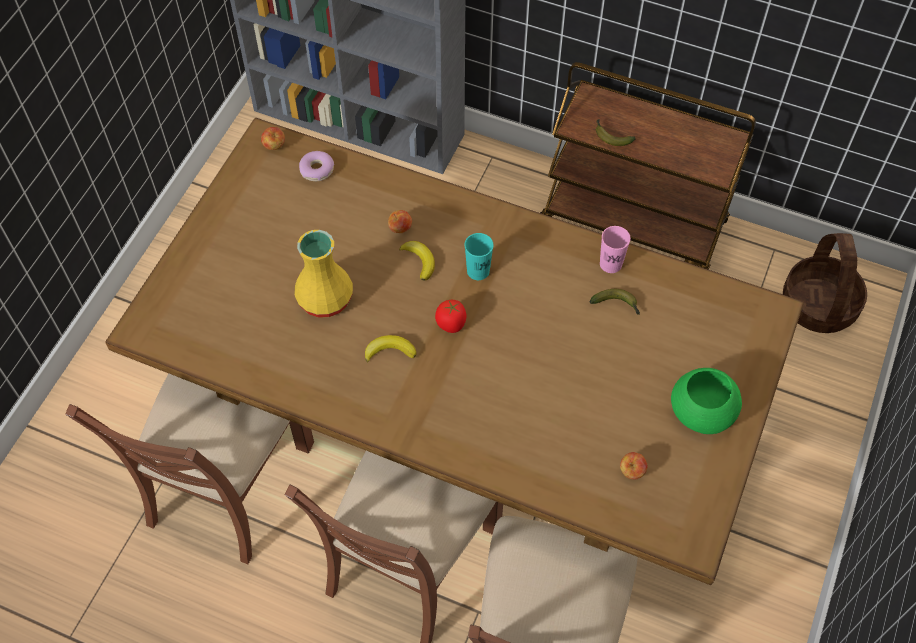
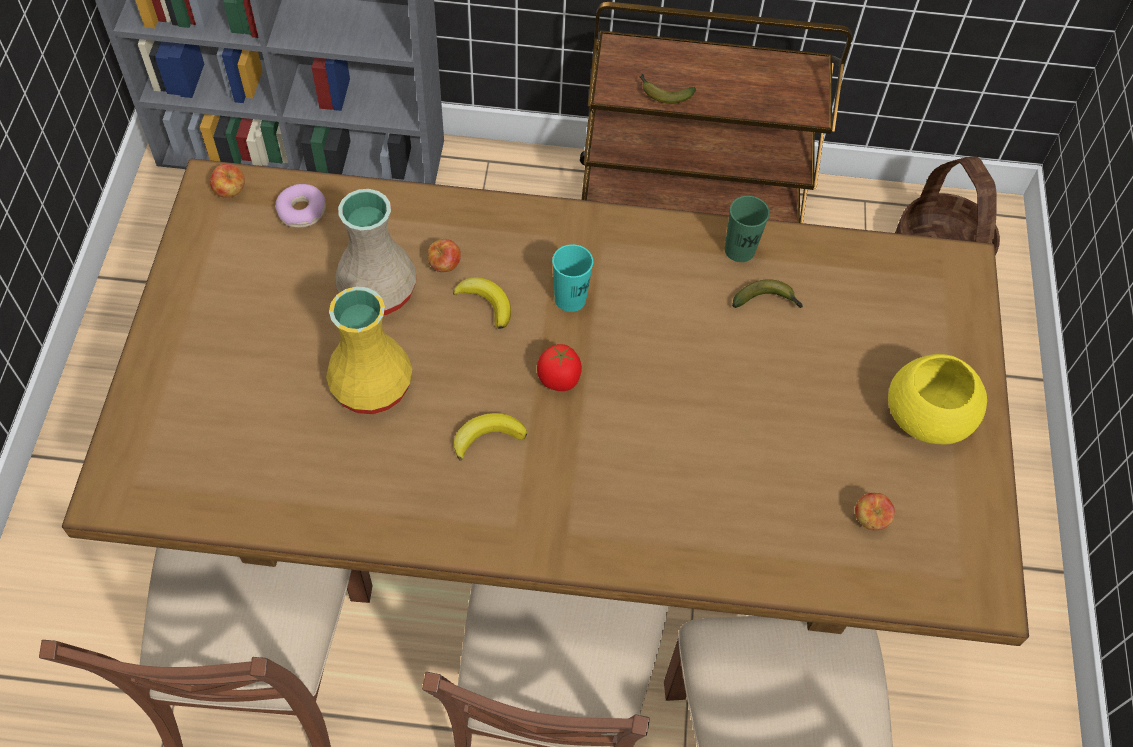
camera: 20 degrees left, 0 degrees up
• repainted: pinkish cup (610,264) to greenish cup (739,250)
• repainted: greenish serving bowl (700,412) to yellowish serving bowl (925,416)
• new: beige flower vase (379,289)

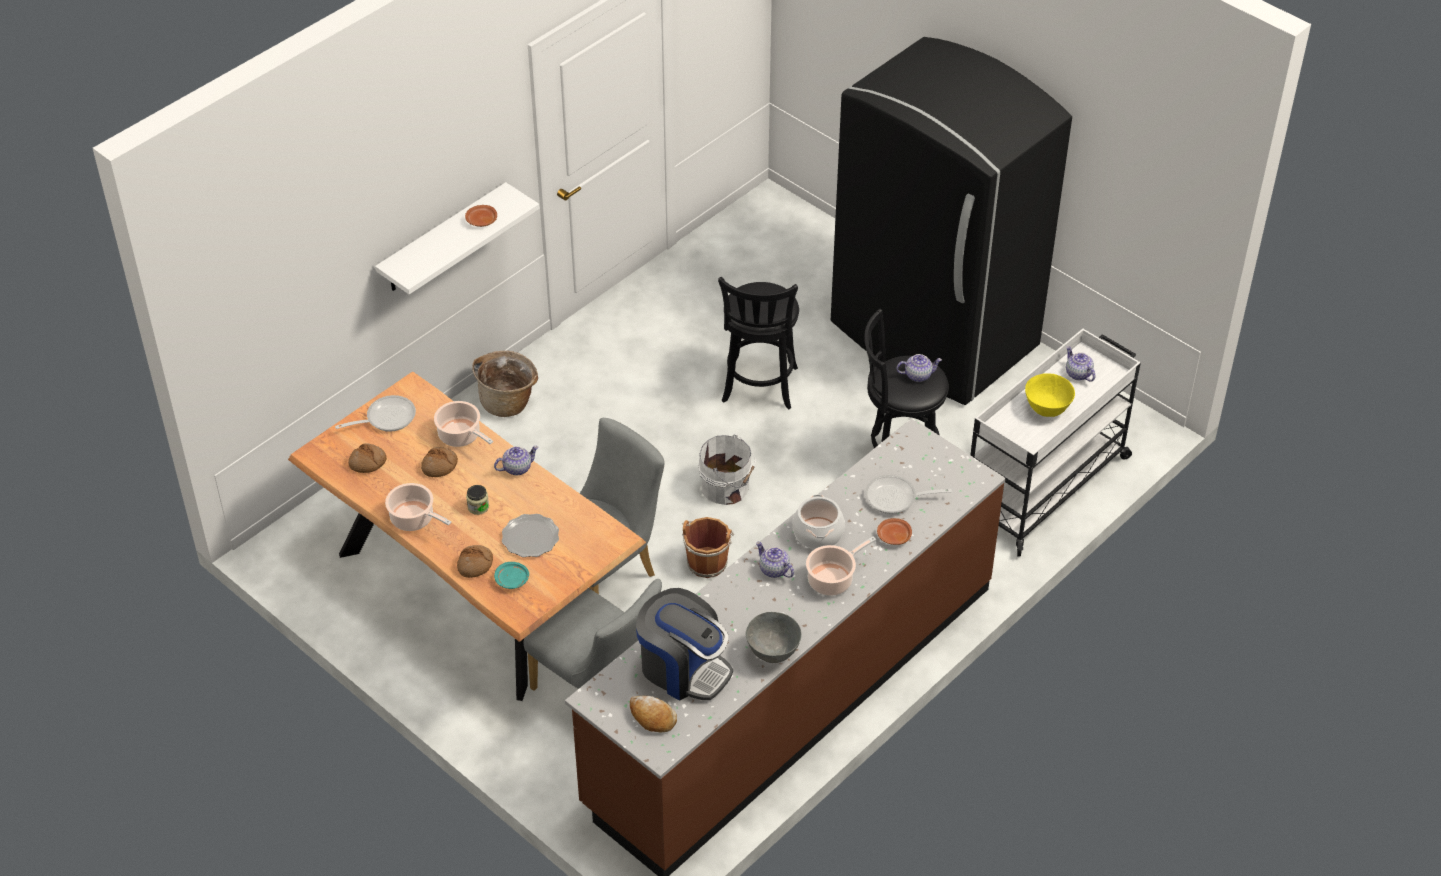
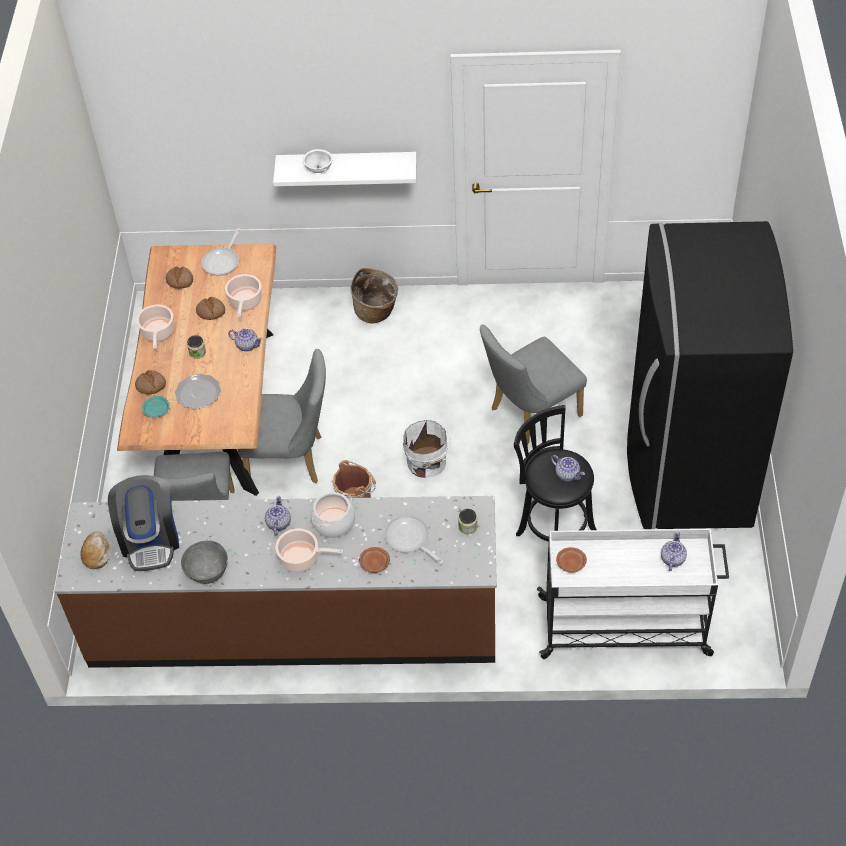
camera: 50 degrees right, 5 degrees up
• shifted: brown-coloured plate (481,220) to (570,563)
• swapped: black-coloured sitting stool (759,388) to gray plain chair (530,414)
• gone: yellowish serving bowl (1047,409)
• rotated: frying pan (386,418) = (223,261) 90 degrees clockwise
• new: white-coloured serving bowl (319,169)
• new: preserve jar (467,527)

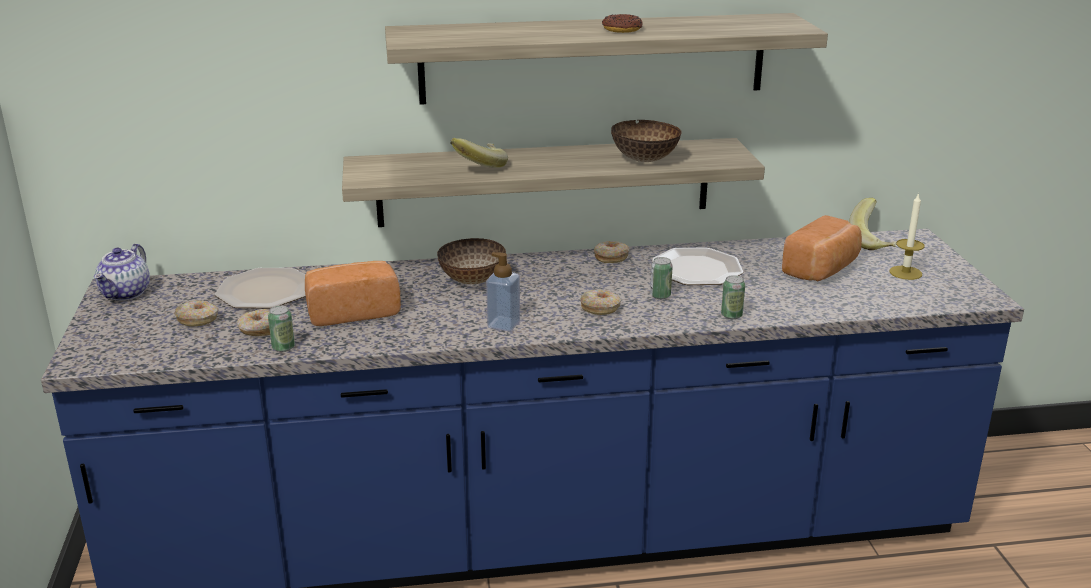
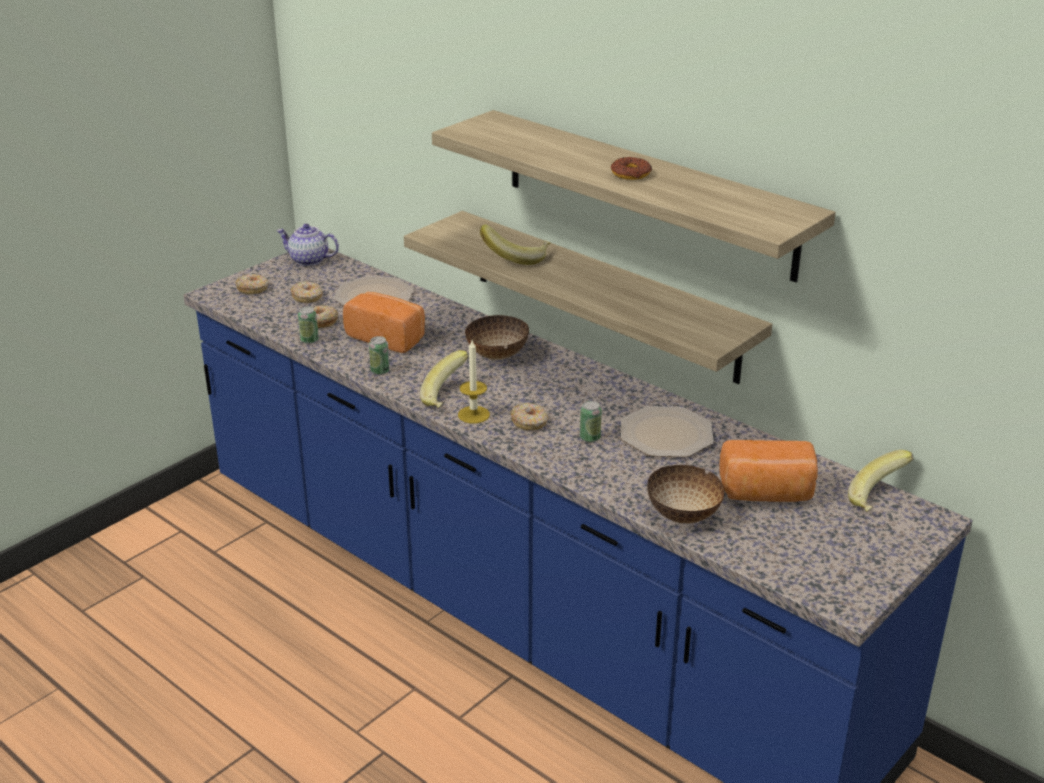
camera: 50 degrees right, 5 degrees up
• shifted: serving bowl (645,160) to (683,516)
• shifted: candle (905,273) to (473,414)
• shifted: doughnut (611,257) to (253,289)
• rotated: pot for tea (126,293) = (308,260) 45 degrees clockwise
• swapped: liquid soap bottle (503,324) to whole banana (447,397)
• shifted: sealed can (731,315) to (380,371)

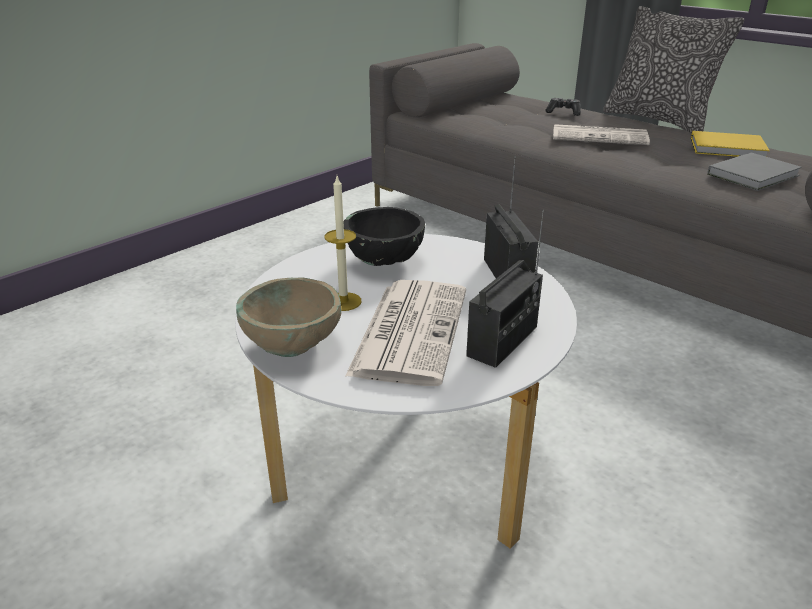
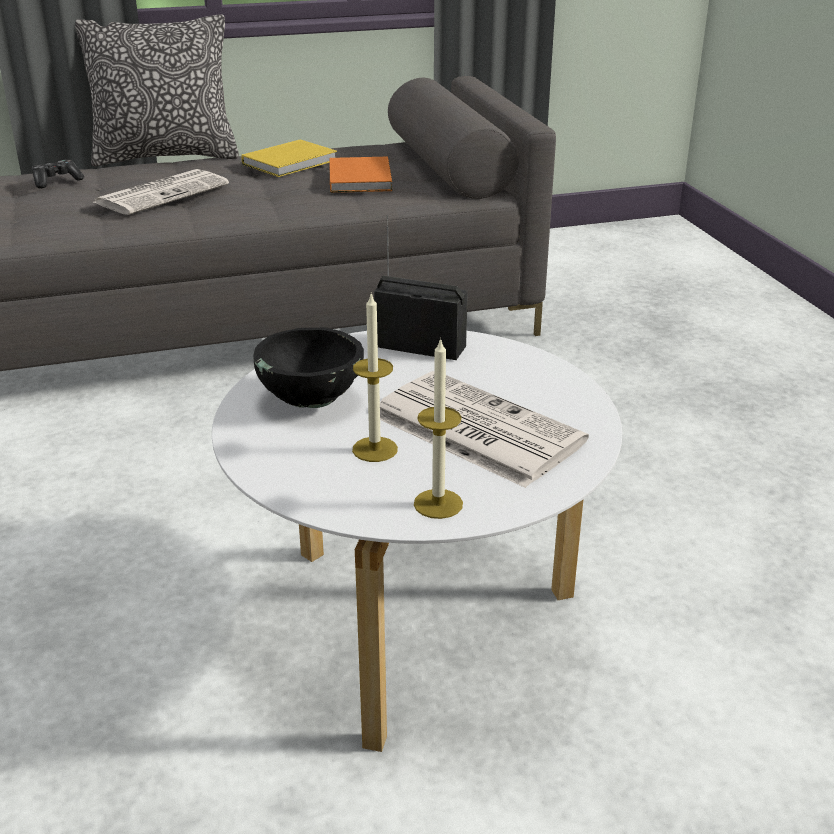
camera: 60 degrees left, 0 degrees up
• repainted: gray book (755,175) to orange-coloured book (361,178)
• gone: radio (503,341)
• swapped: beige serving bowl (293,345) to candle (438,504)

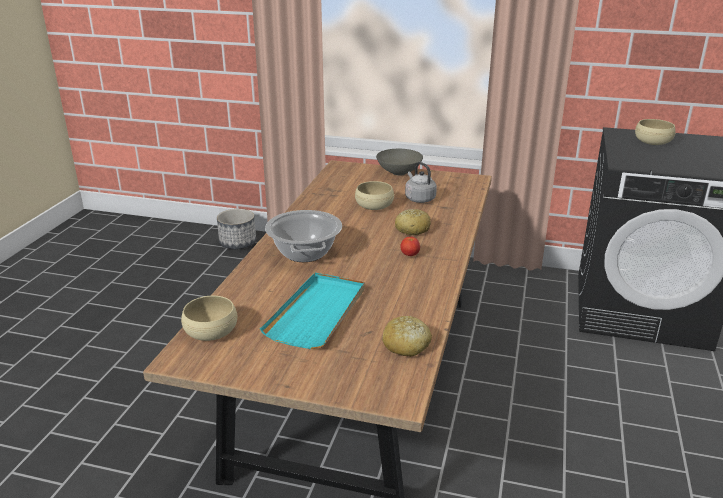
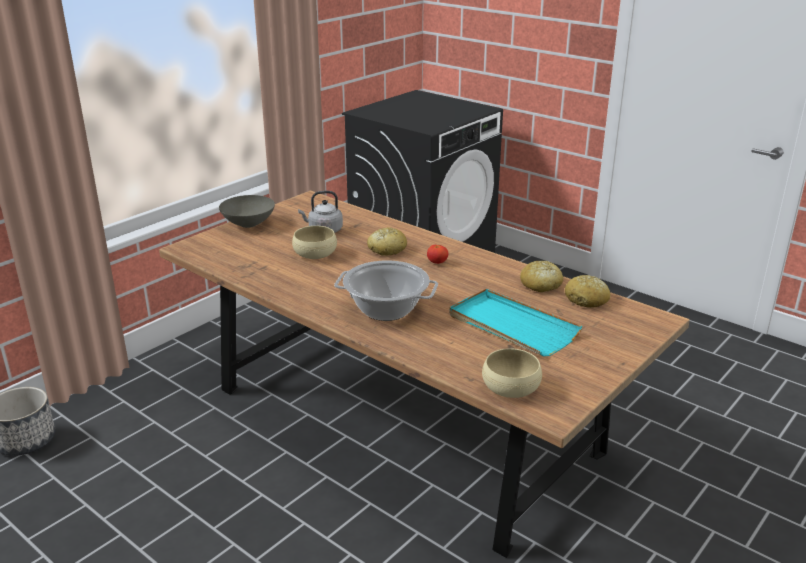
camera: 65 degrees left, 0 degrees up
• gone: beige serving bowl (653,142)
• new: bakery bread (540,285)

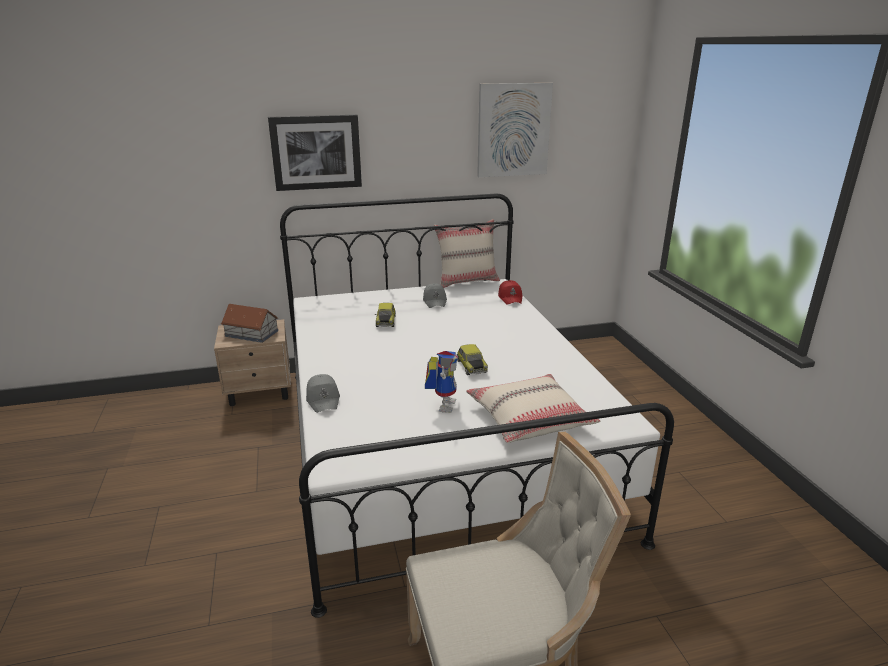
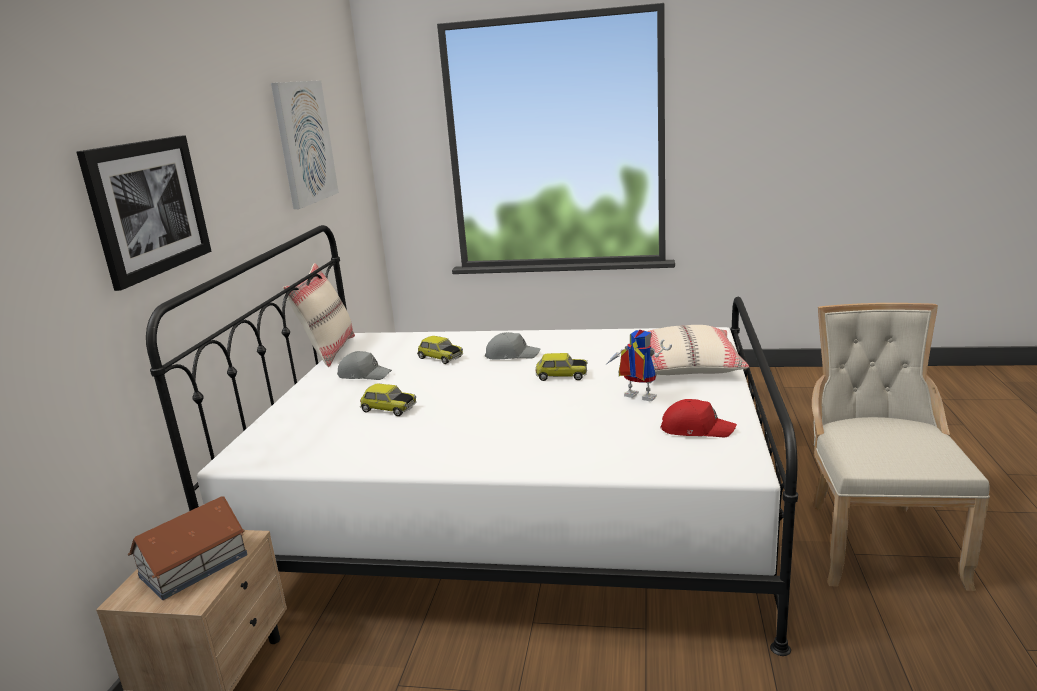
camera: 65 degrees left, 5 degrees down
• shifted: red peaked cap (510,298) to (696,429)
• shifted: gray peaked cap (323,399) to (511,355)
• new: model car (439,358)

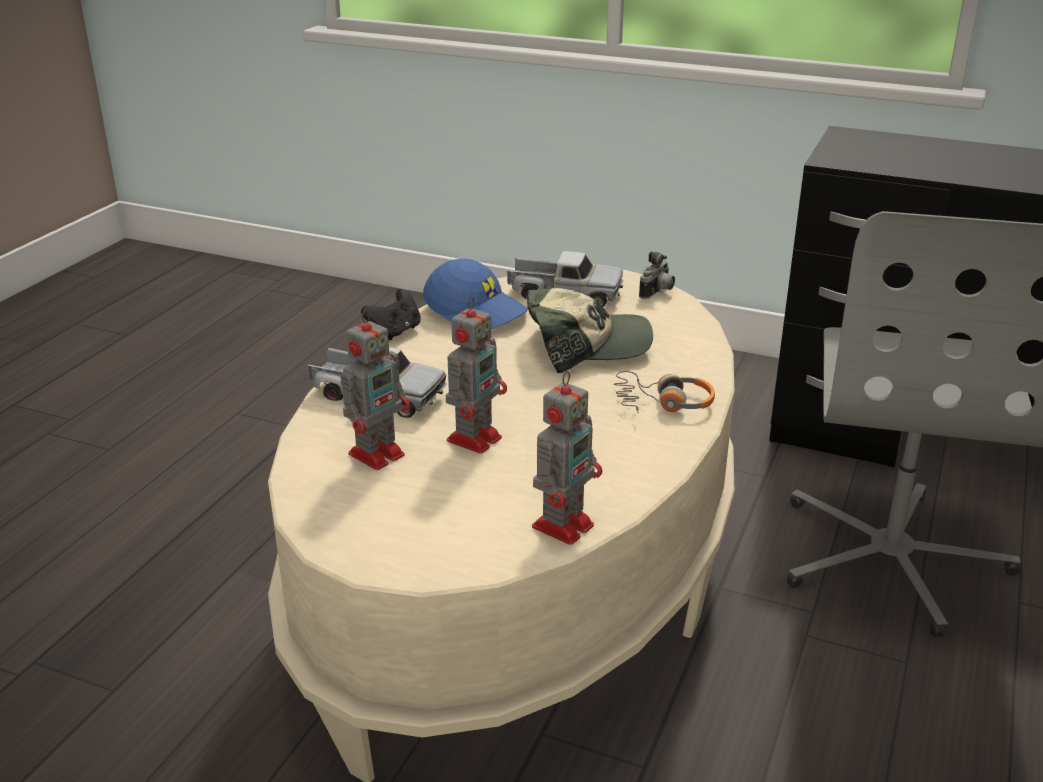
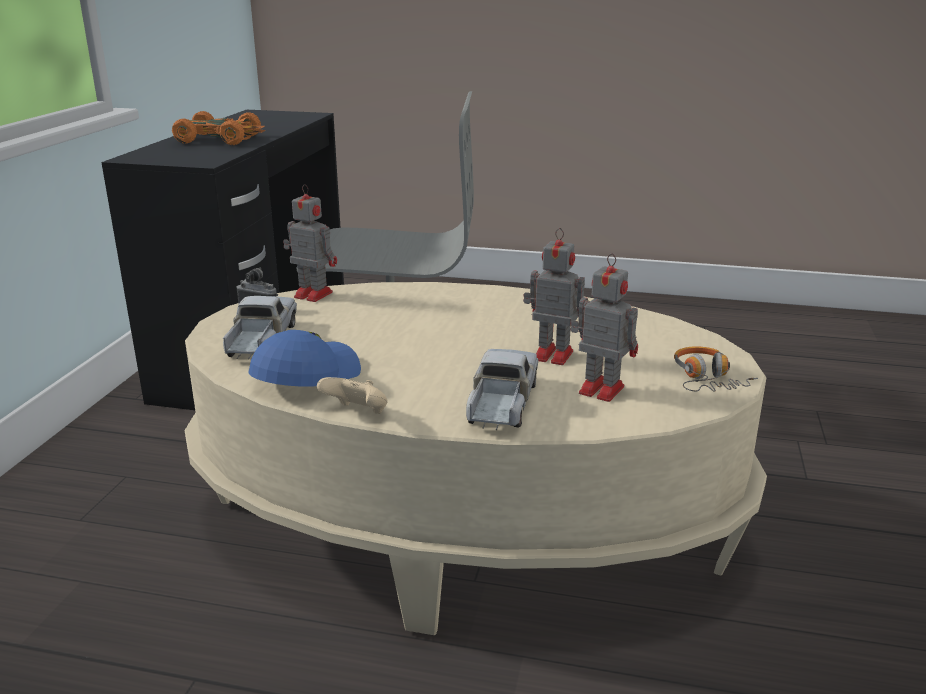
camera: 100 degrees left, 5 degrees down
• gone: peaked cap (586,346)
• repainted: black-coloured joypad (395,331) to beige joypad (357,414)
• shifted: toy robot (564,524) to (311,294)
• shifted: pair of headphones (663,403) to (706,379)
• new: orange-coloured model car (220,139)

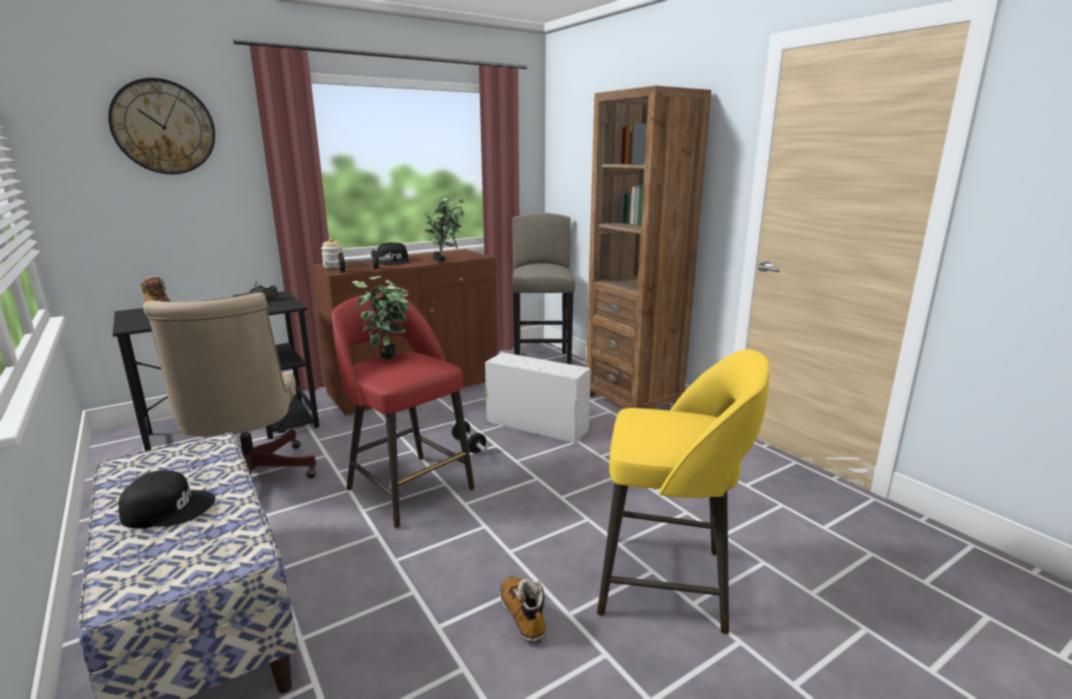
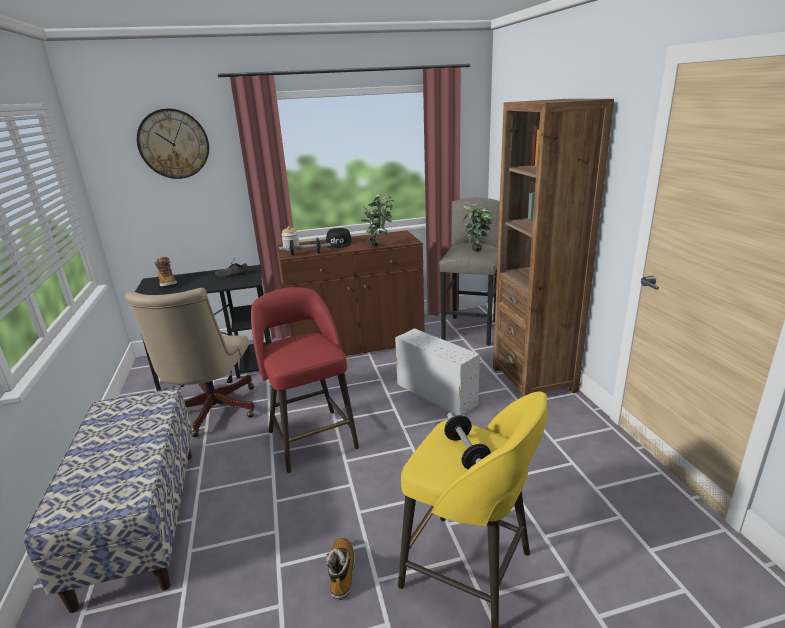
camera: 20 degrees right, 5 degrees up
• shifted: potted plant (389,360) to (477,252)
• shifted: dumbbell (469,445) to (466,453)
• gone: black-coloured peaked cap (168,508)

